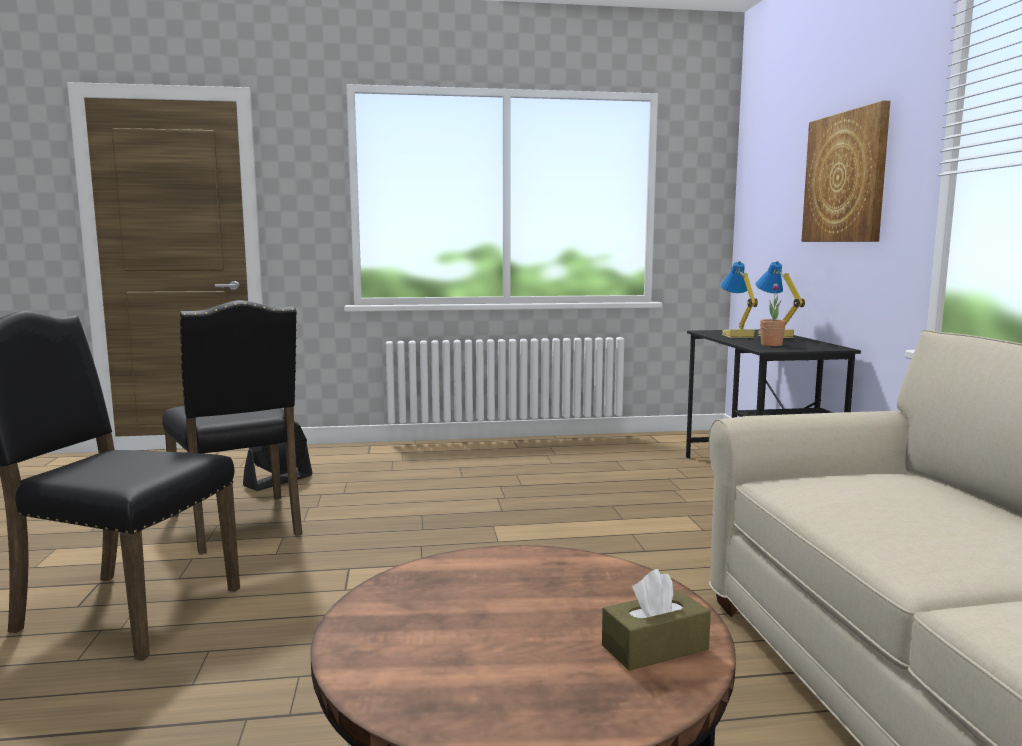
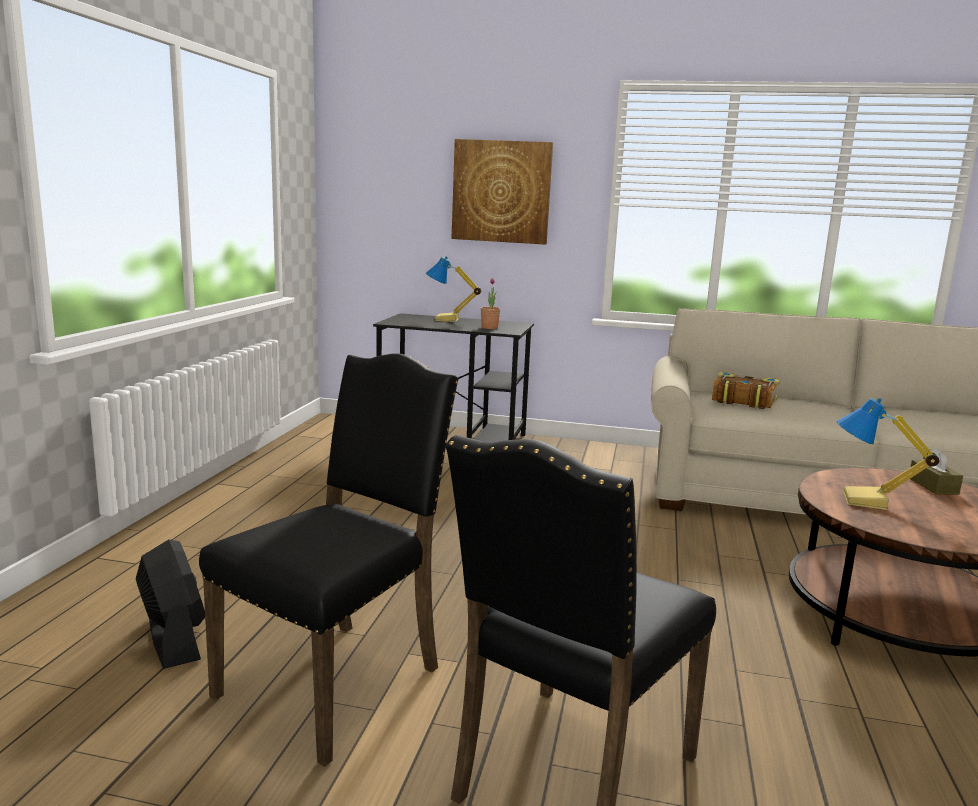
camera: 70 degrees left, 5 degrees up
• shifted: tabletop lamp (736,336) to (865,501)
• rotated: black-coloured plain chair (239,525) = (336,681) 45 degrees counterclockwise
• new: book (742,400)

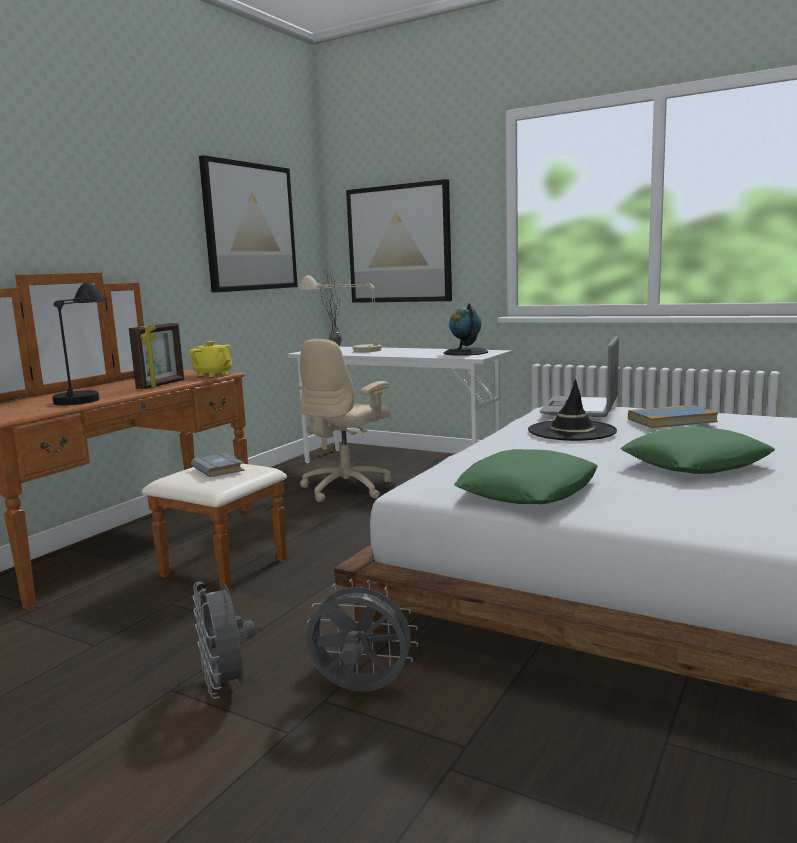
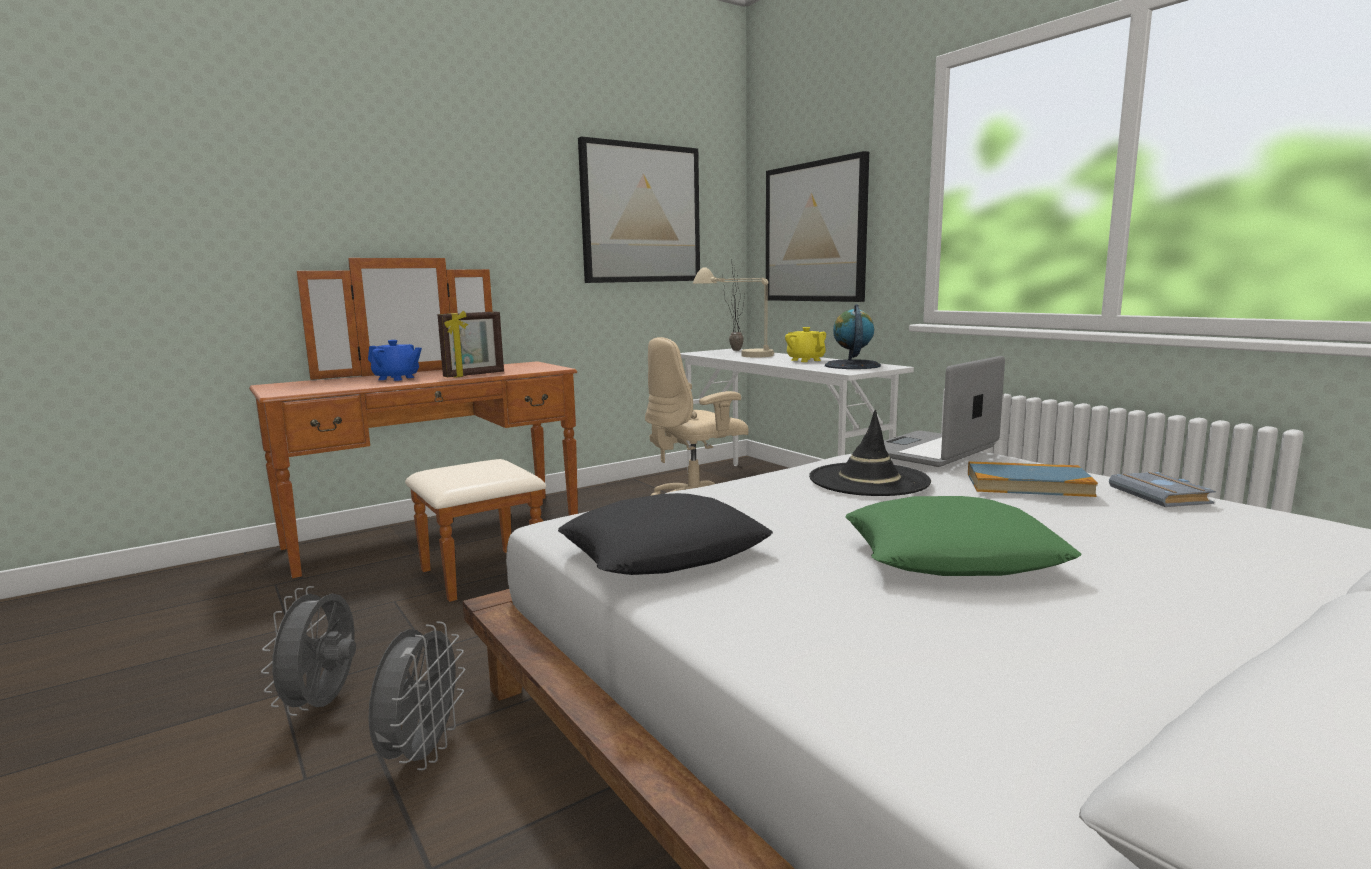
camera: 25 degrees right, 0 degrees up
• swapped: black-coloured tabletop lamp (87,395) to blue pot for tea (396,378)
• shifted: yellowish pot for tea (212,374) to (805,360)
• repainted: greenish pillow (528,490) to black-coloured pillow (663,552)
• shifted: gray book (220,469) to (1162,496)
• rotated: gray electric fan (360,691) = (421,754) 60 degrees clockwise

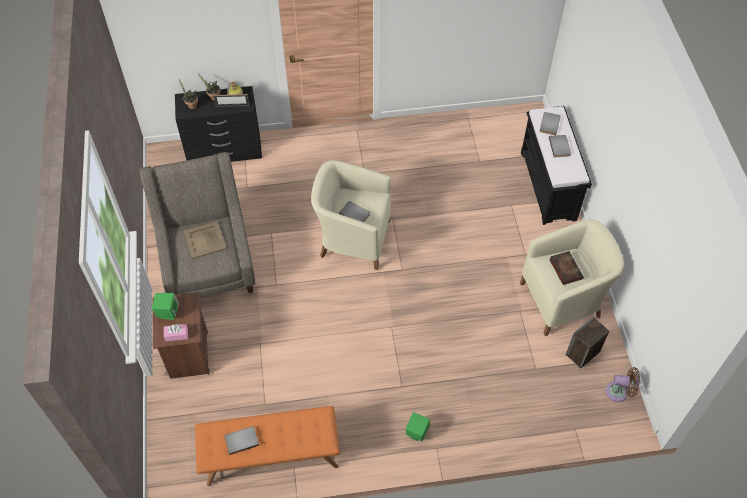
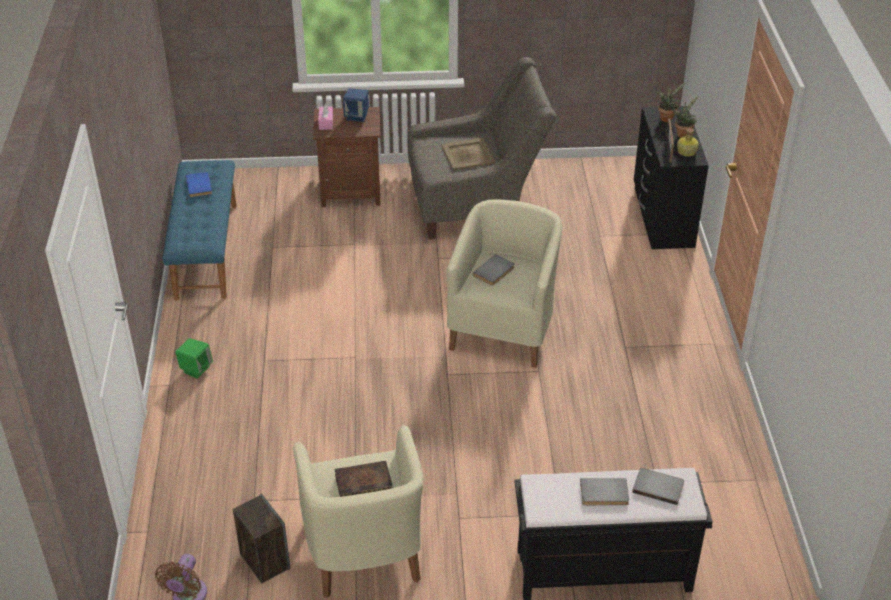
camera: 95 degrees right, 15 degrees down
• repainted: greenish speaker (168,312) to blue speaker (357,116)
• repainted: orange-coloured bench (271,457) to blue bench (205,250)
• repainted: gray book (241,440) to blue book (200,186)

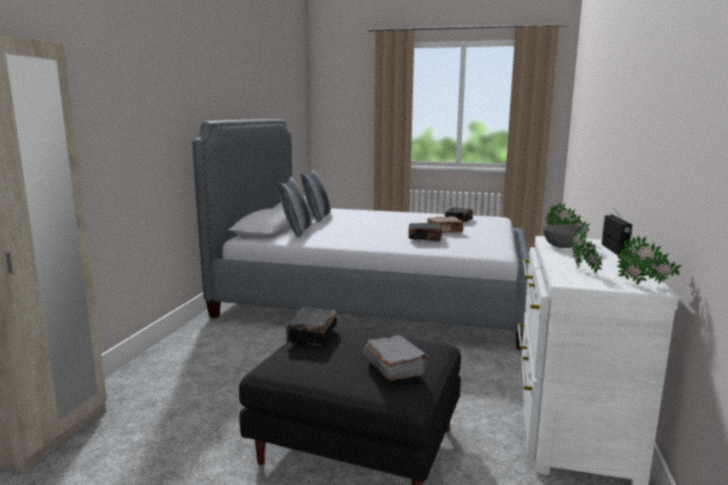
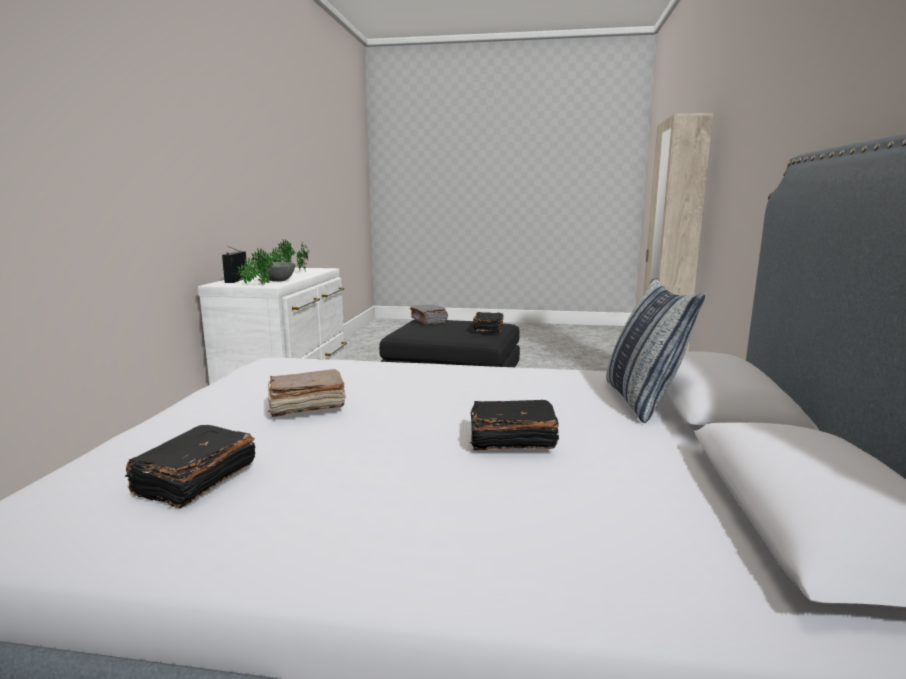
camera: 175 degrees right, 0 degrees up
• gone: pillow (317,217)
• shifted: black-coloured book (425,238) to (510,440)

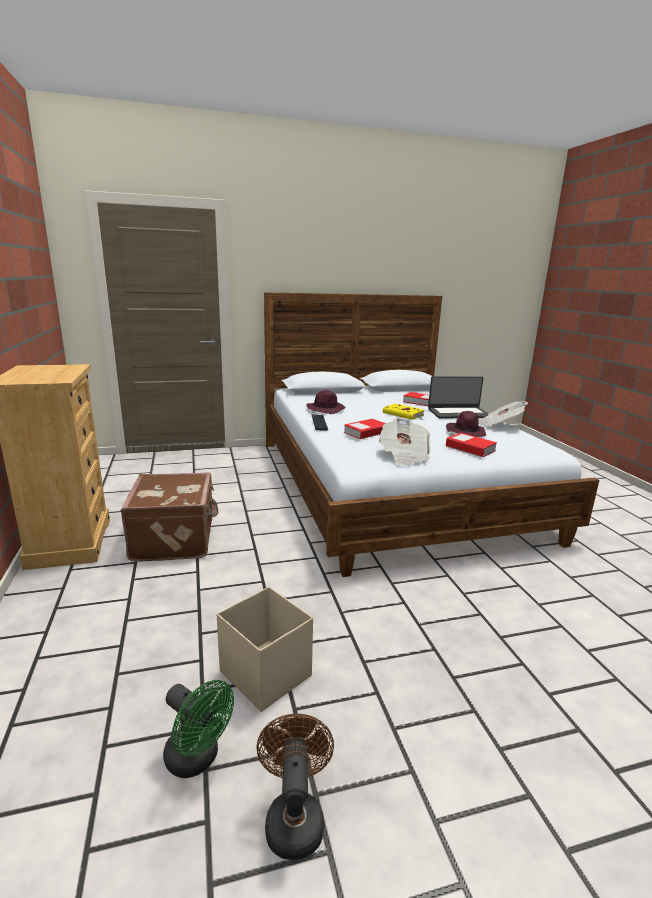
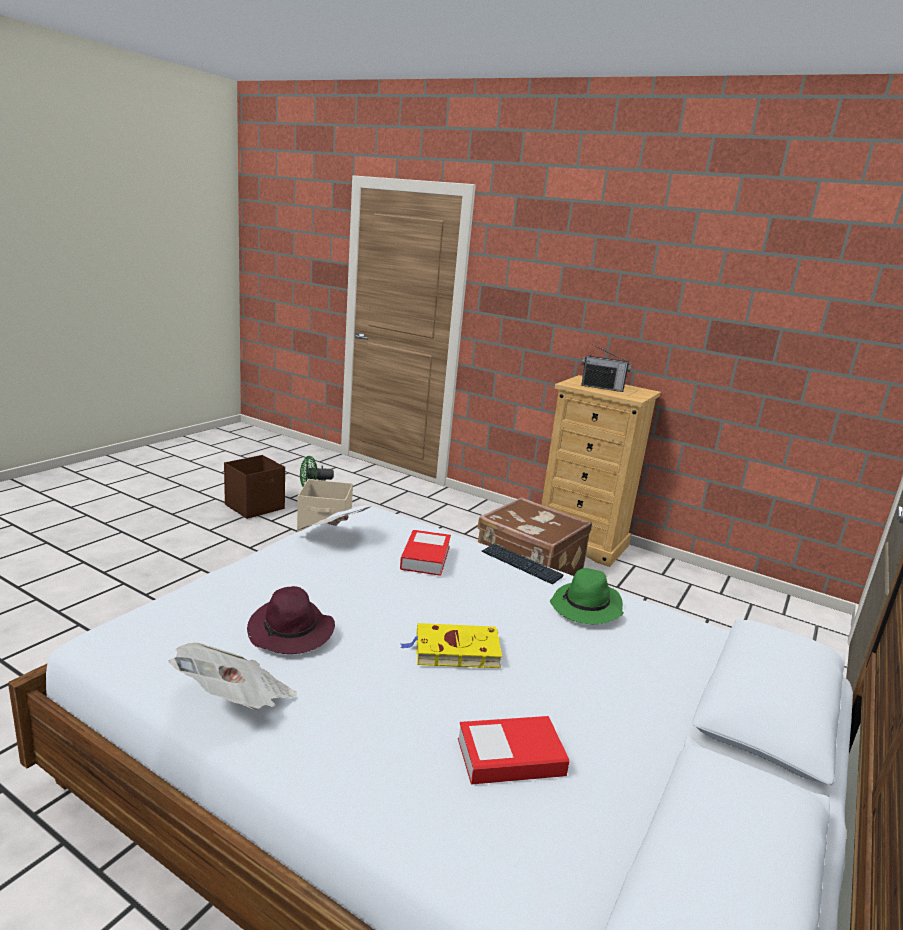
camera: 135 degrees right, 0 degrees up
• gone: laptop (458,413)
• repainted: purple-coloured hat (326,409) to greenish hat (586,608)
• gone: book (470,448)
• swapped: brown-coloured electric fan (294,817) to brown-coloured storage bin (255,507)
• new: radio (602,388)

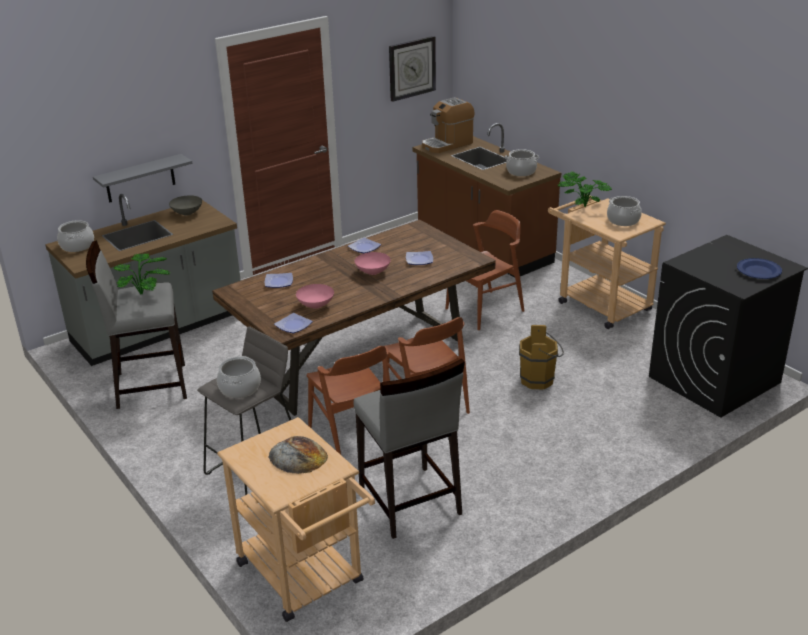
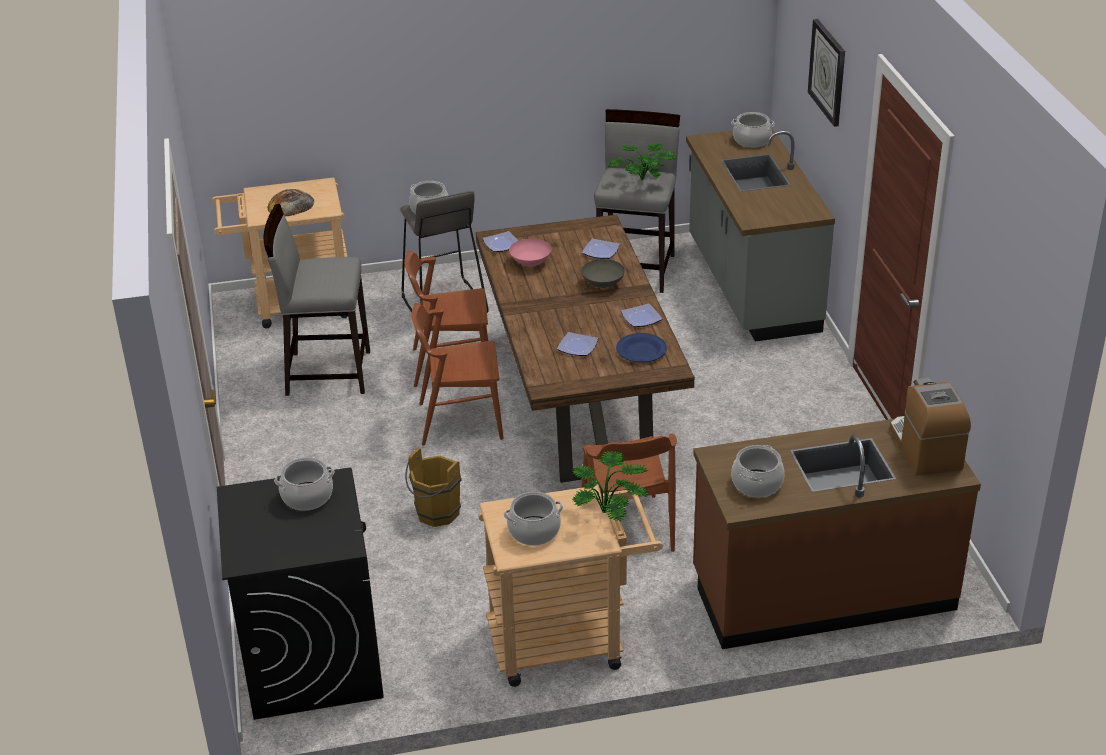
camera: 115 degrees right, 5 degrees up
• shifted: wall clock (411,68) to (828,72)
• gone: gray wall shelf (140,179)
• shifted: gray serving bowl (187,213) to (602,284)
• gone: pinkish serving bowl (373,272)
• shifted: blue plate (759,271) to (641,351)
• new: stockpot (307,496)

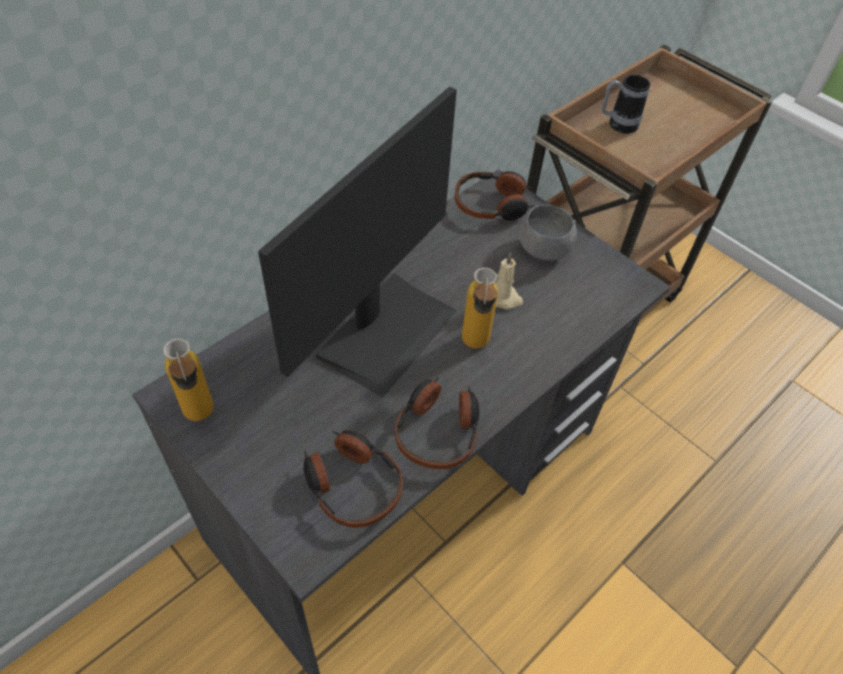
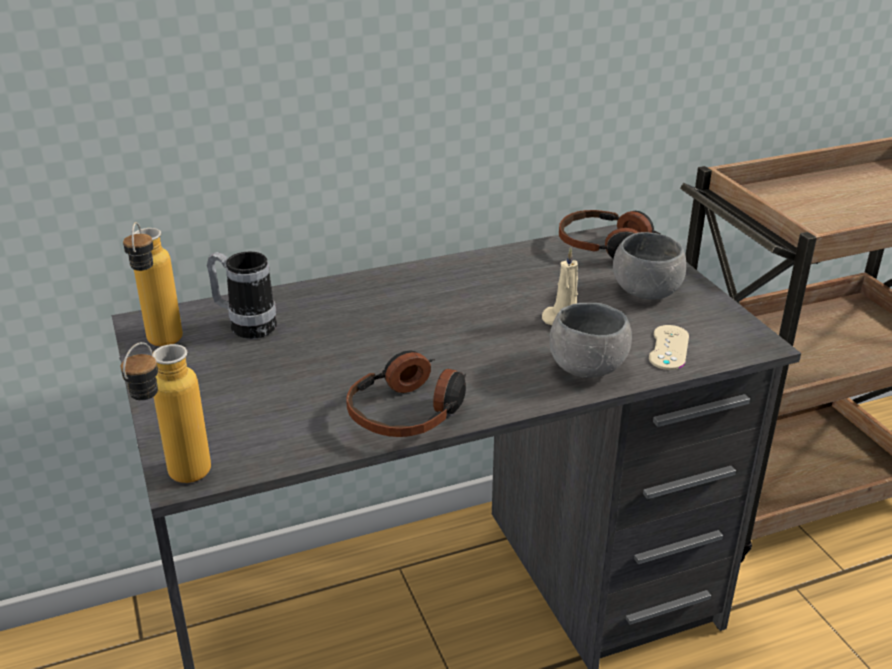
camera: 25 degrees right, 20 degrees down
• shifted: tea mug (617,125) to (245,325)
• gone: monitor (385,330)
• shifted: bottle (474,348) to (178,482)
• gone: pair of headphones (351,484)
• new: gray serving bowl (587,367)
• new: beige joypad (669,348)

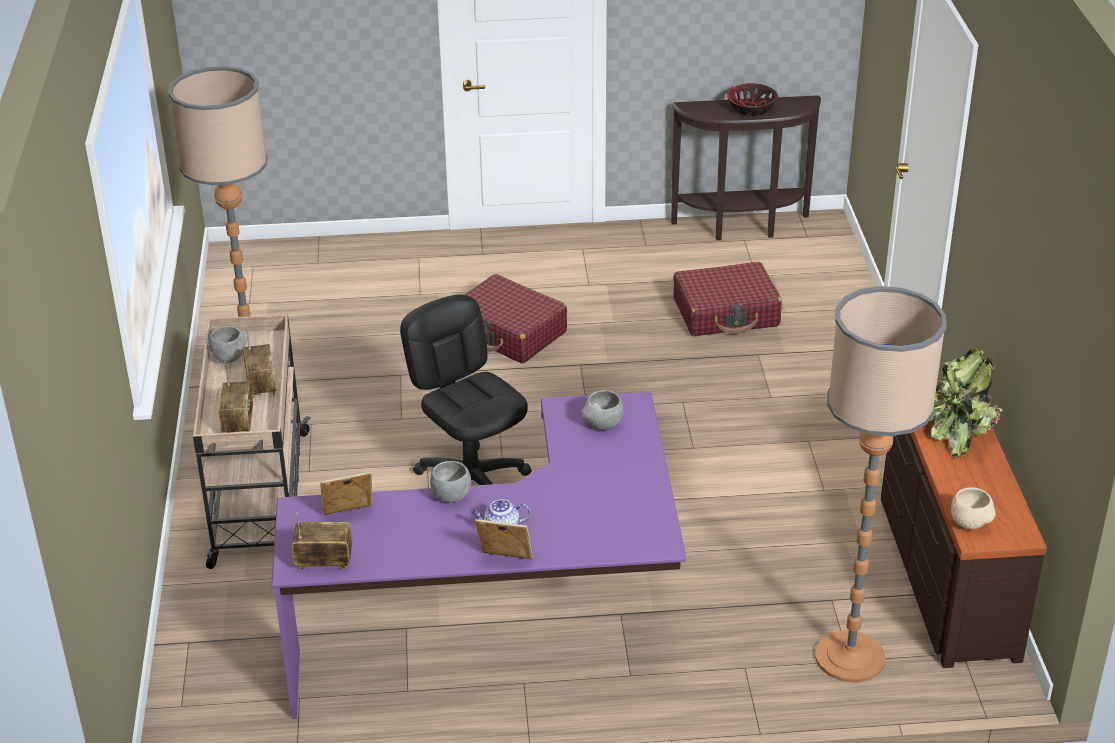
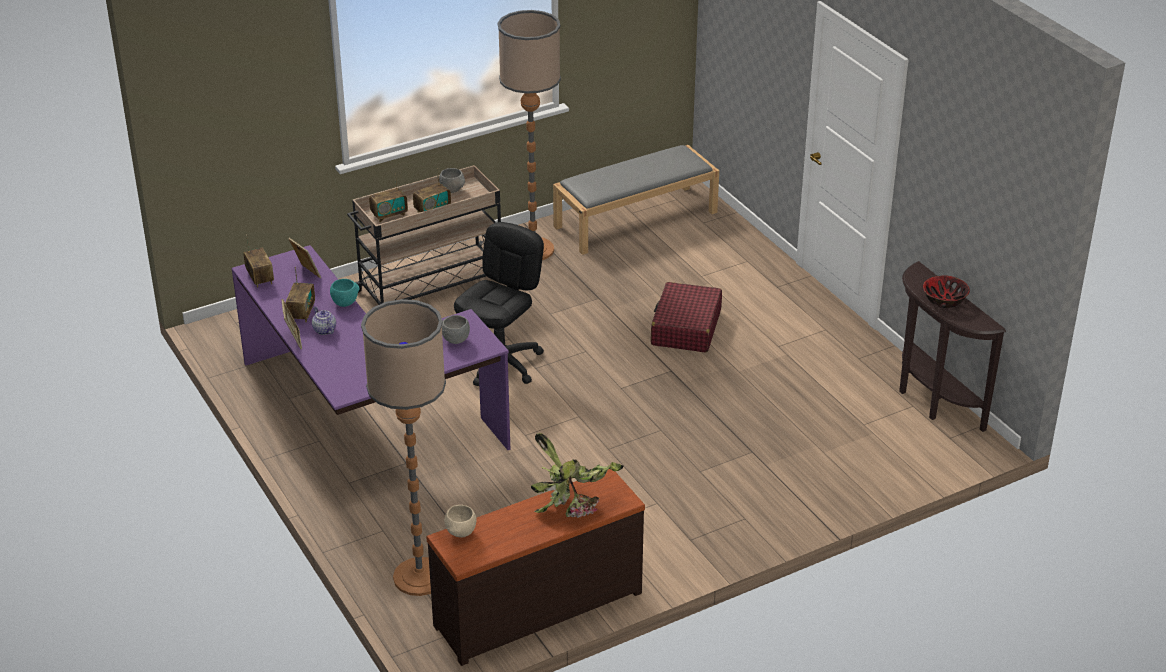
camera: 65 degrees right, 0 degrees up
• gone: red suitcase (726,313)
• repainted: gray serving bowl (451,496) to blue-green serving bowl (345,303)
• new: gray bench (636,219)
• new: radio (301,313)

